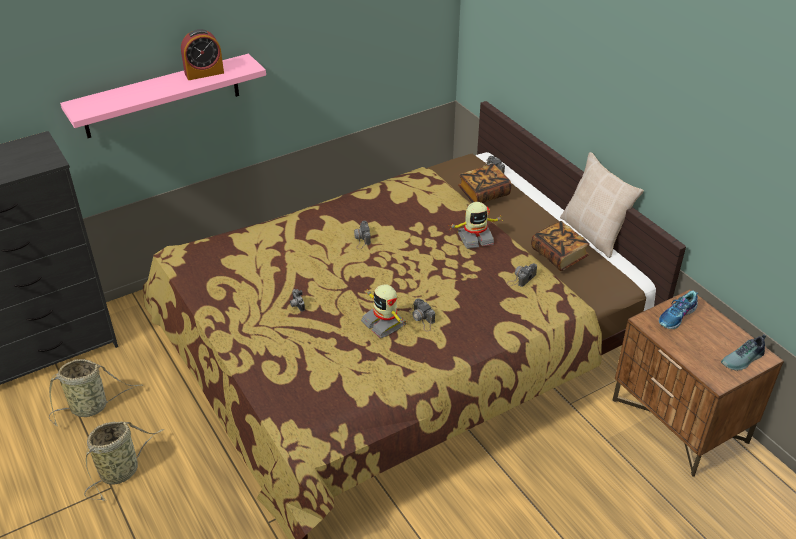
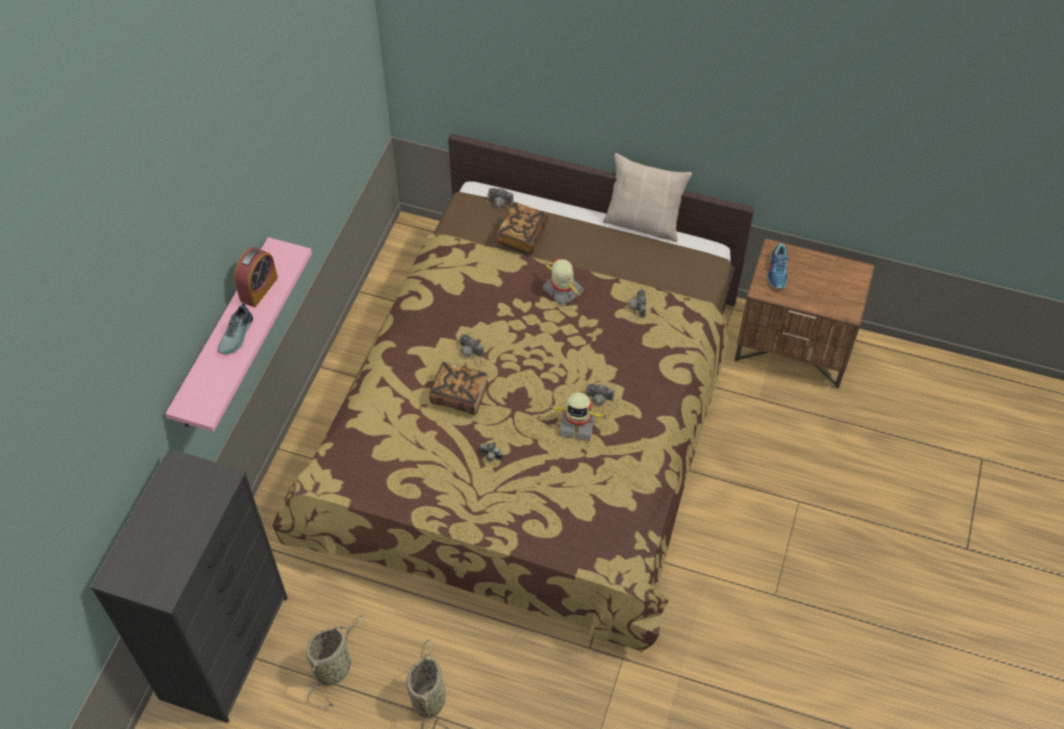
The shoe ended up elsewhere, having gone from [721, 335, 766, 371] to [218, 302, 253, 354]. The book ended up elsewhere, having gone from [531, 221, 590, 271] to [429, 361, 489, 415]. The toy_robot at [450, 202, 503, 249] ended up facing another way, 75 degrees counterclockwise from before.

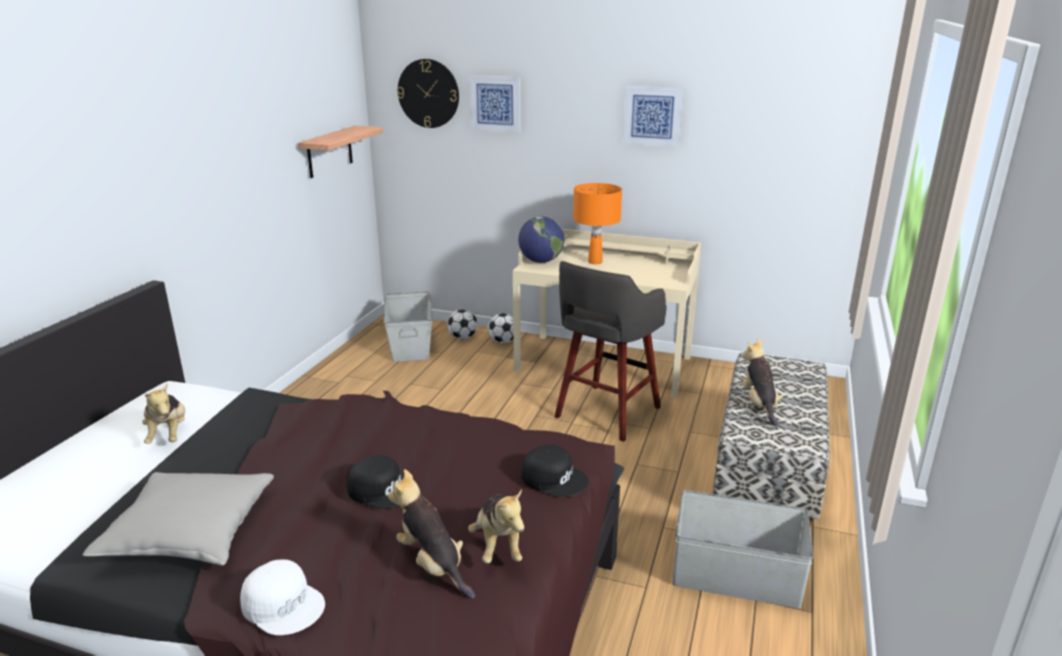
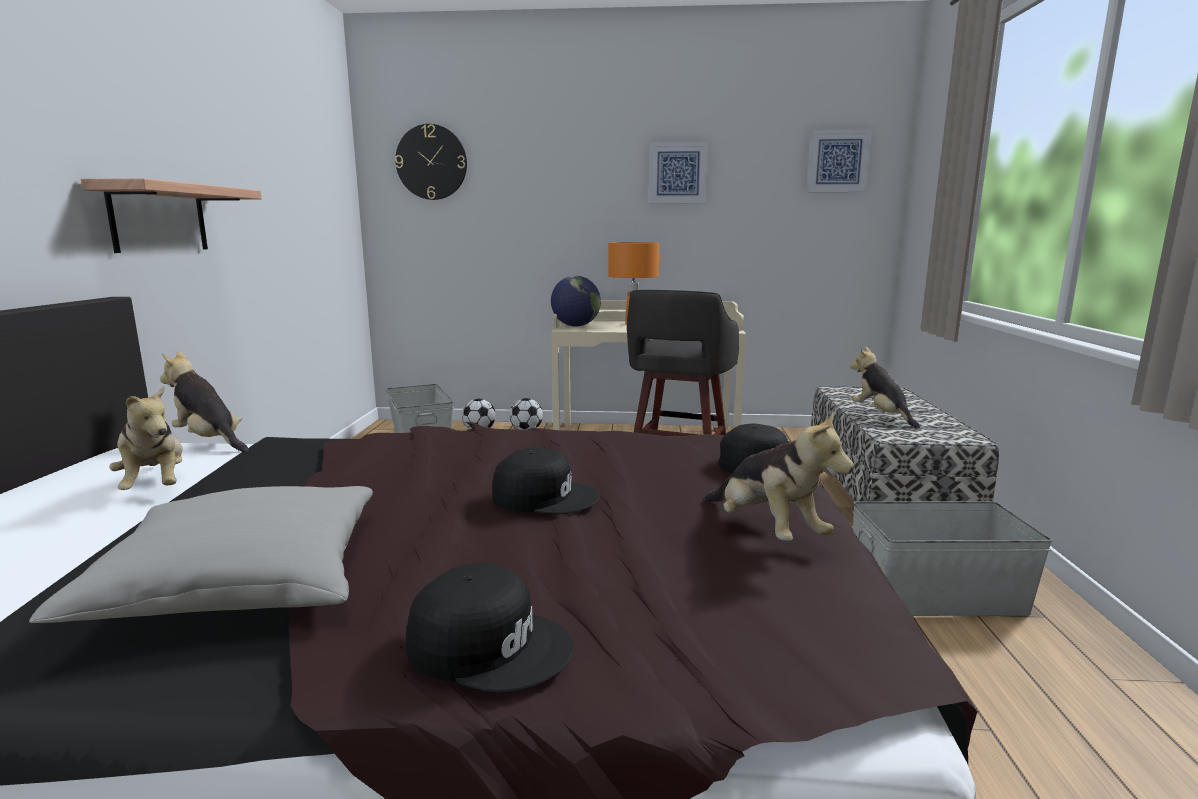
The shelf ended up elsewhere, having gone from [298, 126, 383, 178] to [81, 178, 262, 253]. The plush_toy ended up elsewhere, having gone from [388, 469, 475, 598] to [160, 351, 249, 452]. What was the white_cap at [240, 559, 325, 635] turned into the black_cap at [406, 562, 574, 692]. The picture ended up elsewhere, having gone from [469, 75, 521, 133] to [806, 130, 872, 192].

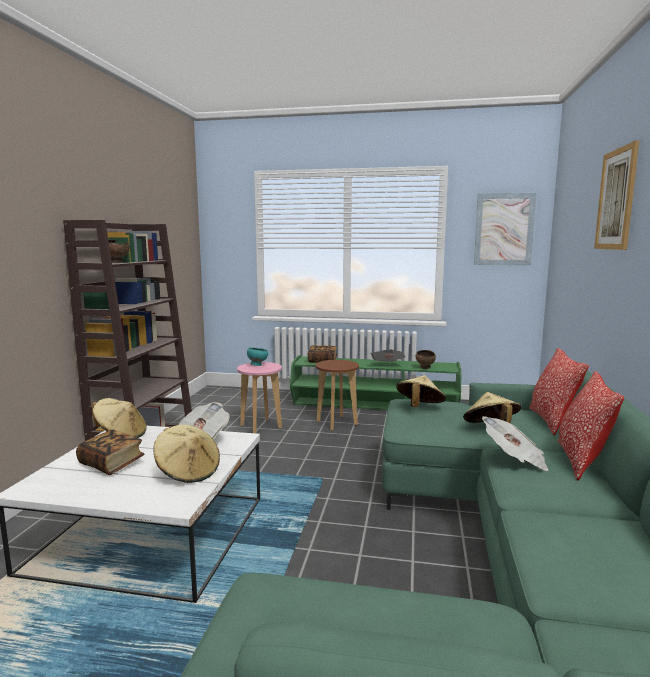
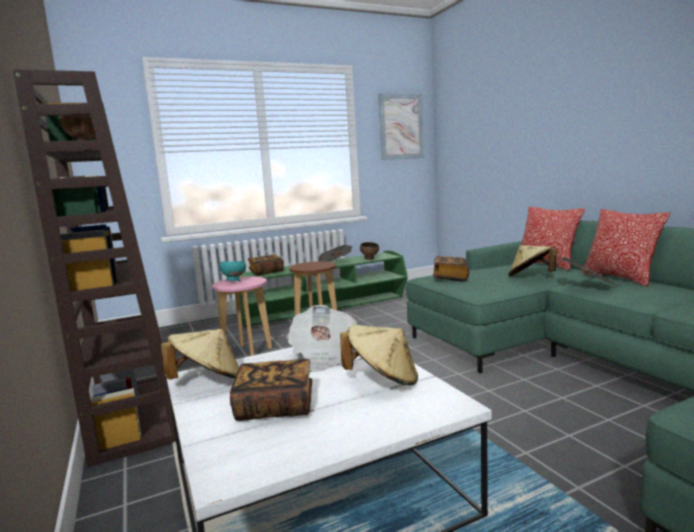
Where the beige_hat stood at [396, 375, 446, 407], the book came to stand at [433, 256, 469, 281]. The second view lost the picture at [594, 140, 639, 250].

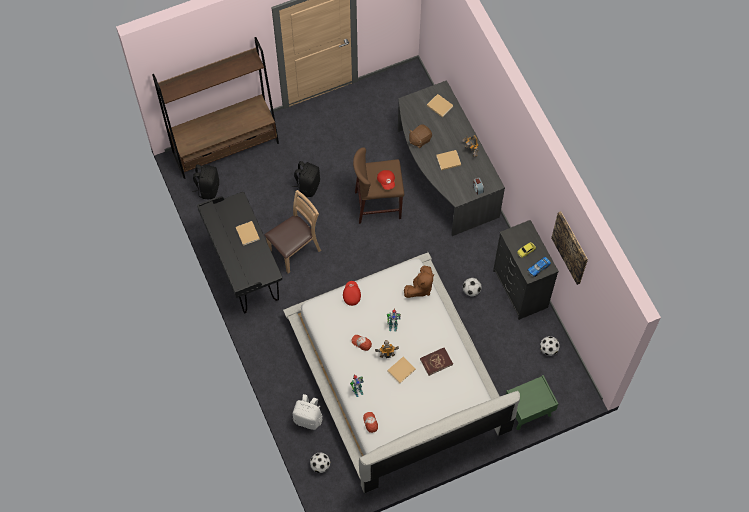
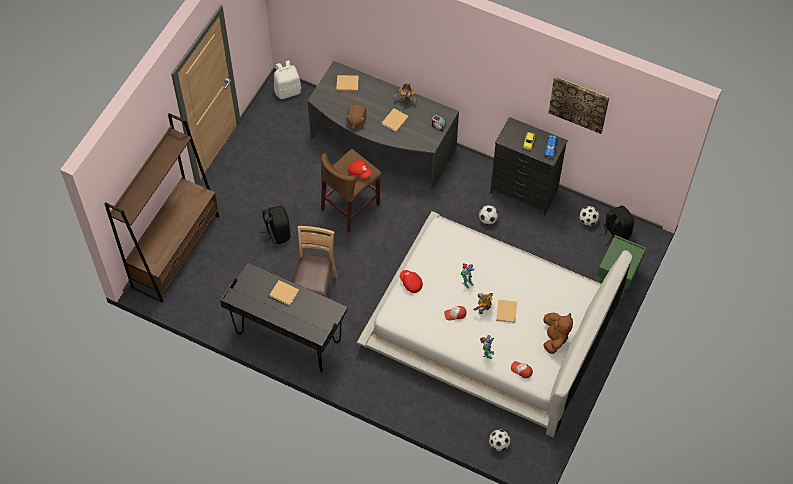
The white_backpack ended up elsewhere, having gone from [293, 394, 322, 430] to [274, 60, 301, 99]. The brown_plush_toy ended up elsewhere, having gone from [404, 266, 434, 298] to [543, 313, 573, 354]. The black_backpack ended up elsewhere, having gone from [192, 164, 219, 199] to [599, 206, 634, 245]. The second view lost the red_book at [420, 348, 453, 376].

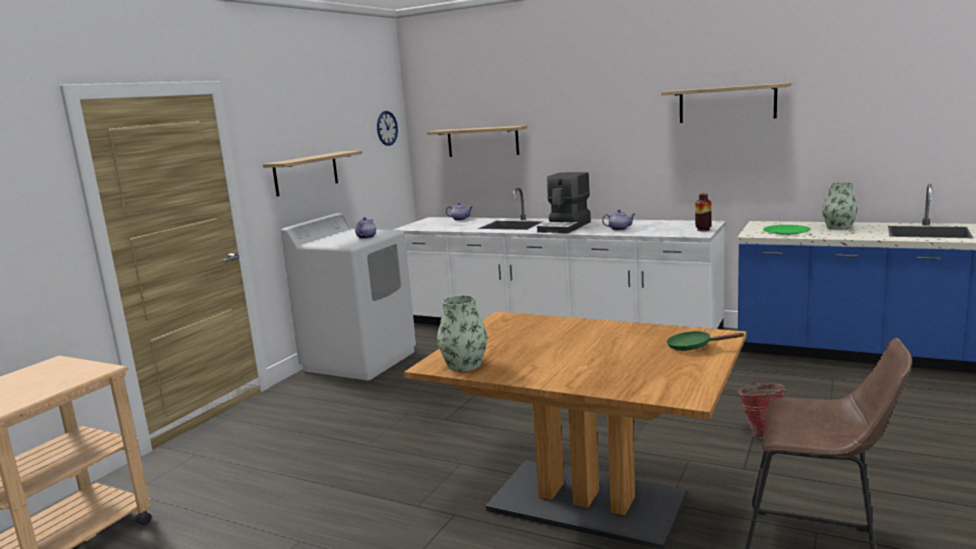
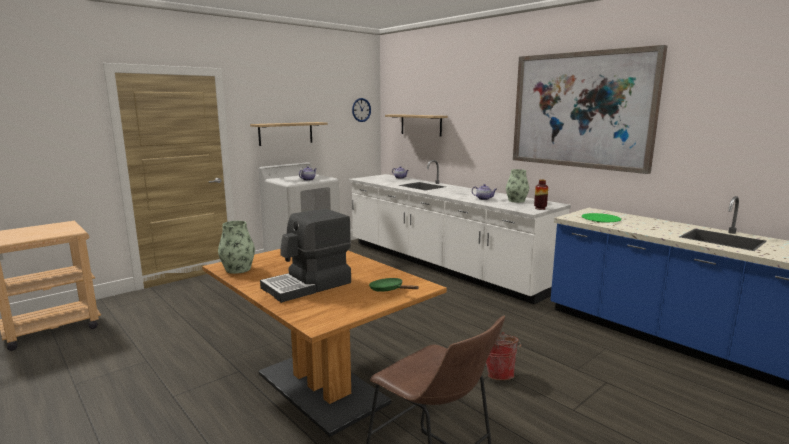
The coffee_machine ended up elsewhere, having gone from [537, 172, 591, 234] to [260, 209, 351, 303]. The vase ended up elsewhere, having gone from [822, 182, 858, 230] to [506, 169, 529, 203]. Where the shelf hung at [661, 83, 791, 123], the picture came to hang at [513, 45, 668, 174].

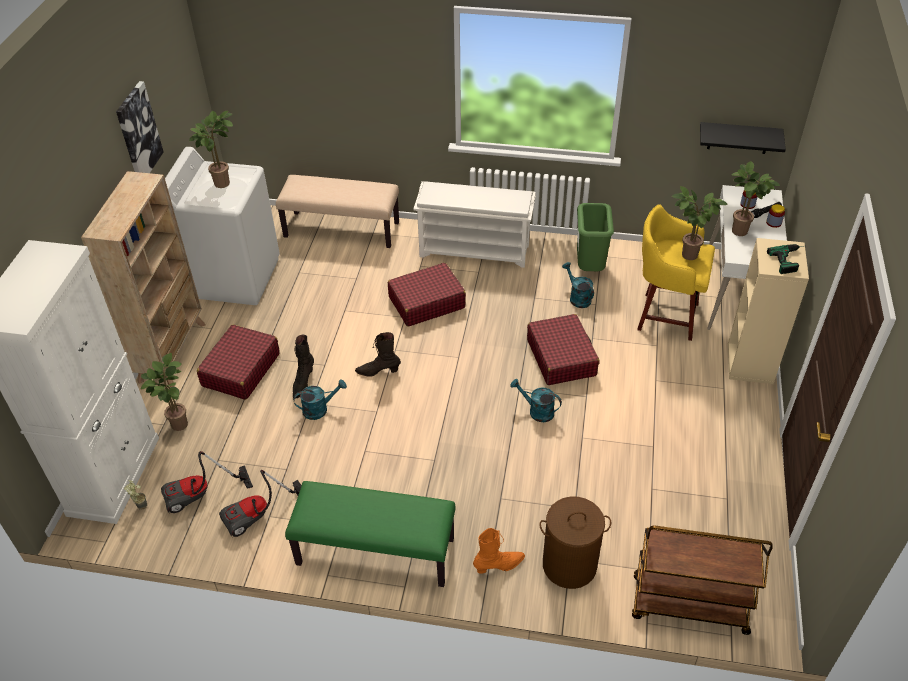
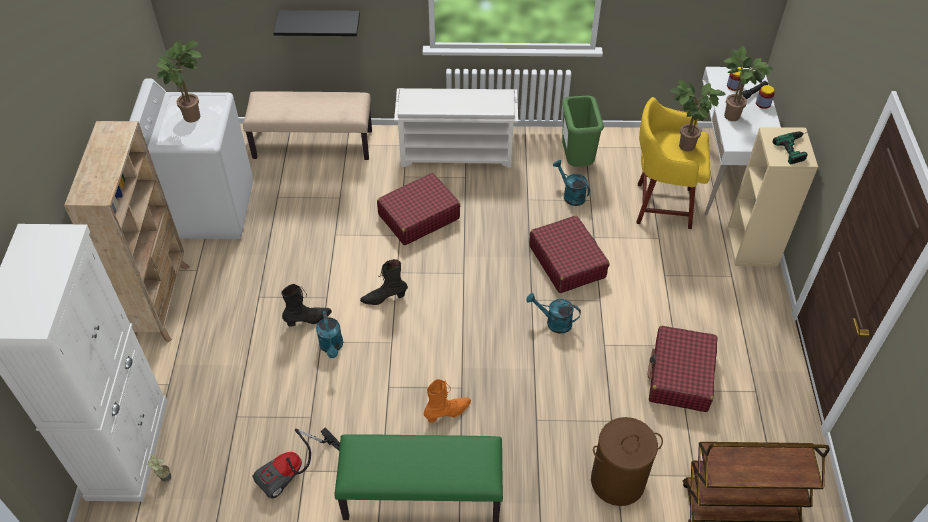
The black_shelf ended up elsewhere, having gone from [700, 122, 786, 154] to [273, 10, 360, 36]. The black_boot at [293, 335, 314, 399] ended up facing another way, 120 degrees counterclockwise from before. The turquoise_watering_can at [293, 380, 347, 420] ended up facing another way, 105 degrees clockwise from before. The orange_boot ended up elsewhere, having gone from [473, 528, 525, 574] to [424, 379, 471, 423]. The red_suitcase ended up elsewhere, having gone from [197, 325, 280, 400] to [648, 326, 718, 412]. The second view lost the picture at [116, 81, 164, 173]. The second view lost the potted_plant at [141, 353, 188, 431]. The second view lost the vacuum_cleaner at [161, 451, 253, 513].

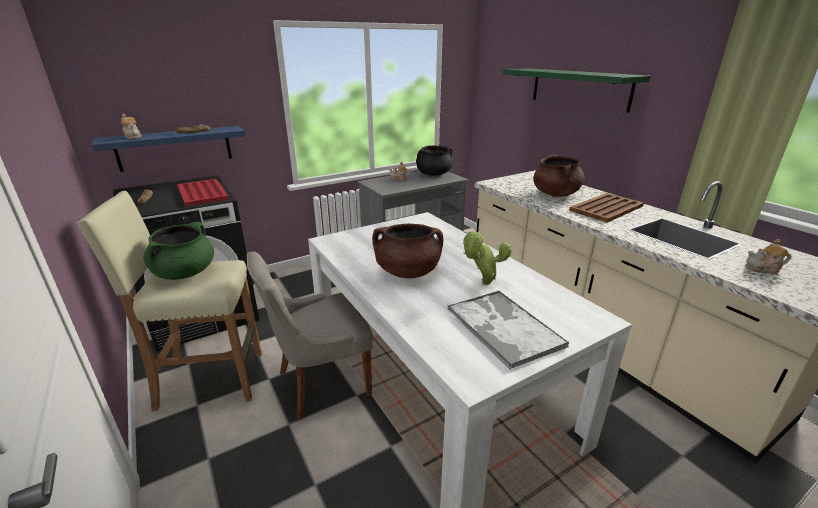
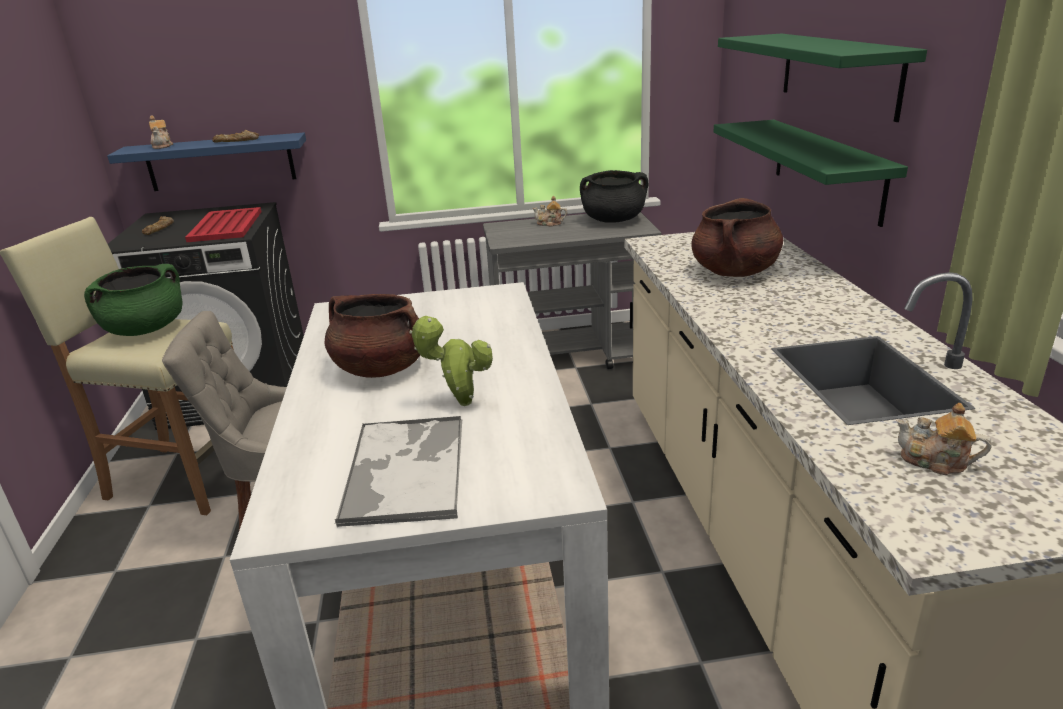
The second view gained the green_shelf at [714, 120, 908, 227]. The second view lost the brown_tray at [569, 193, 644, 223].

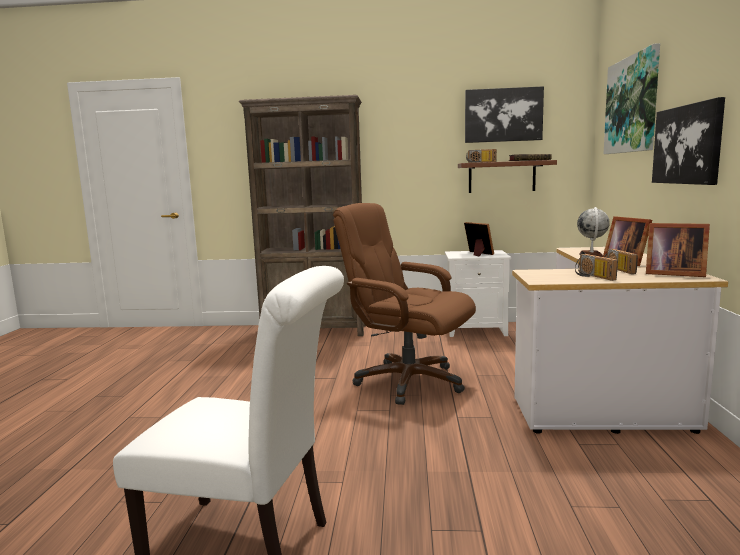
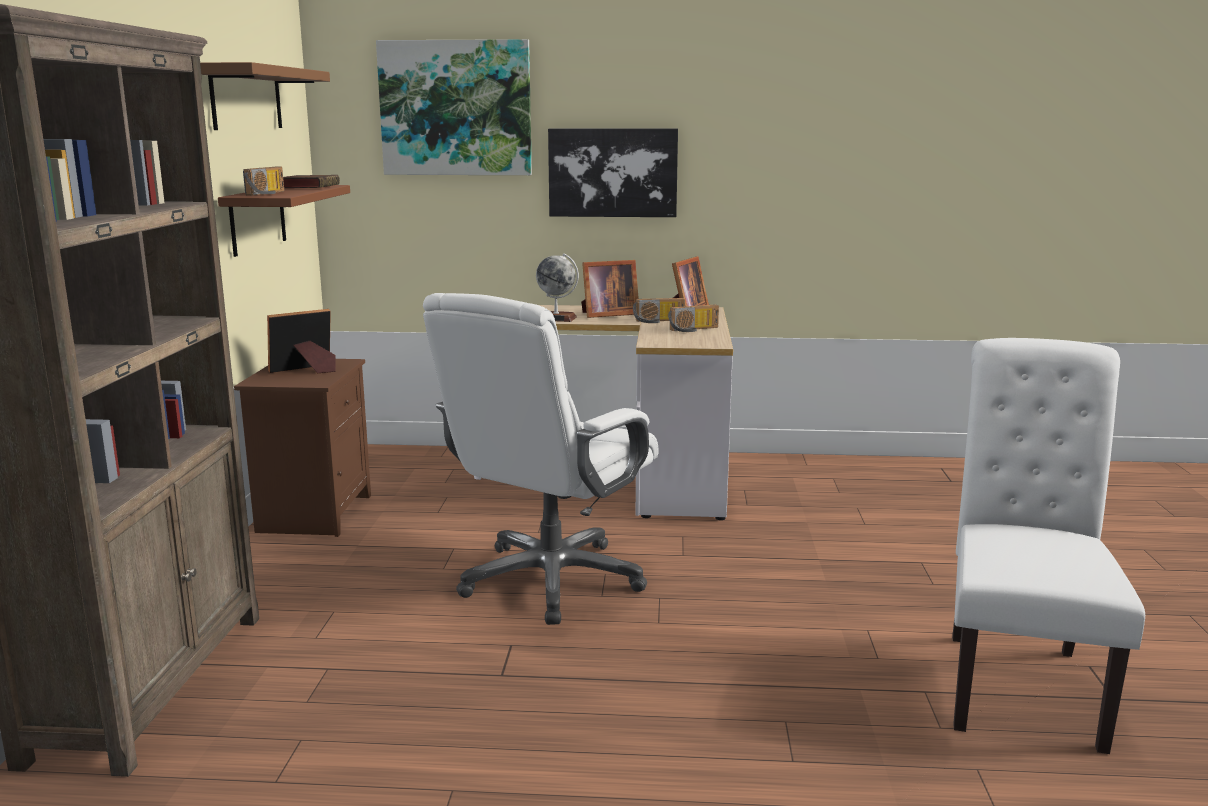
Where the picture hung at [465, 86, 544, 143], the brown_shelf came to hang at [200, 62, 330, 130]. What was the white_nightstand at [445, 250, 511, 337] turned into the brown_nightstand at [234, 359, 371, 537]. What was the brown_office_chair at [333, 203, 476, 405] turned into the white_office_chair at [423, 293, 658, 625].

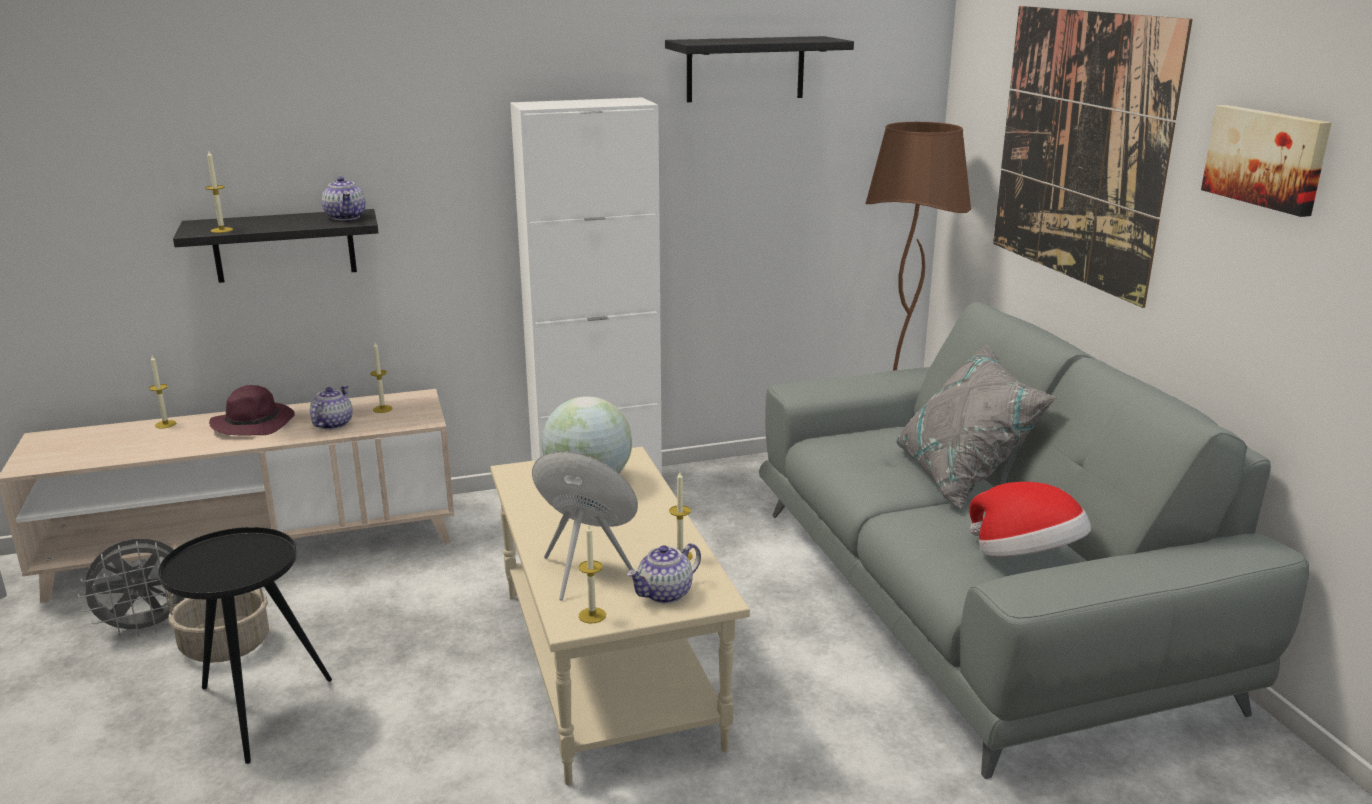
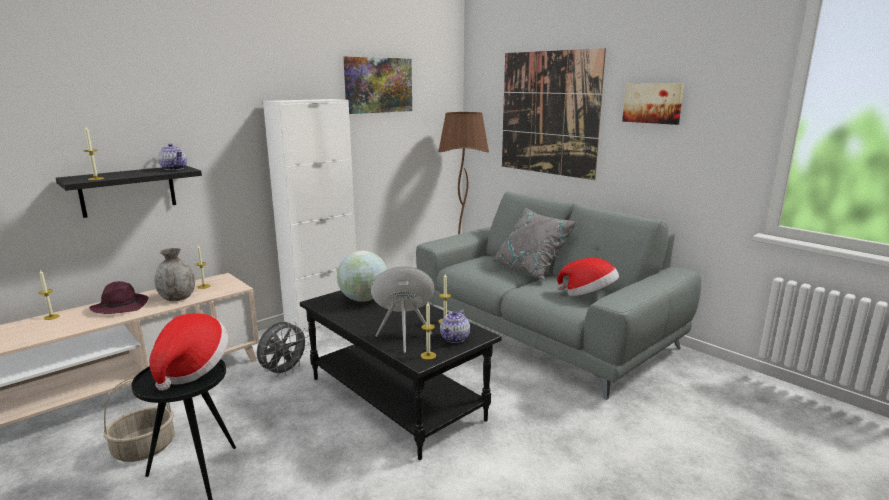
The second view gained the hat at [149, 313, 228, 391]. Where the teapot stood at [310, 385, 353, 430], the grey_vase came to stand at [155, 248, 195, 301]. The grey_fan ended up elsewhere, having gone from [78, 539, 184, 637] to [257, 321, 309, 377]. What was the beige_coffee_table at [490, 447, 750, 786] turned into the black_coffee_table at [300, 290, 502, 460]. Where the black_shelf hung at [665, 36, 854, 102], the picture came to hang at [343, 56, 412, 114].

